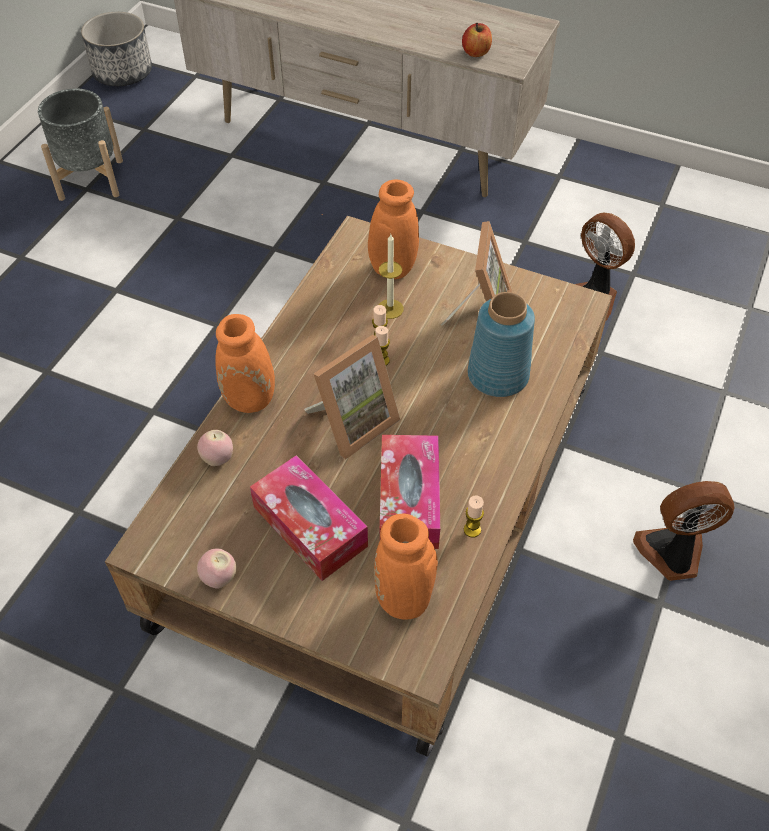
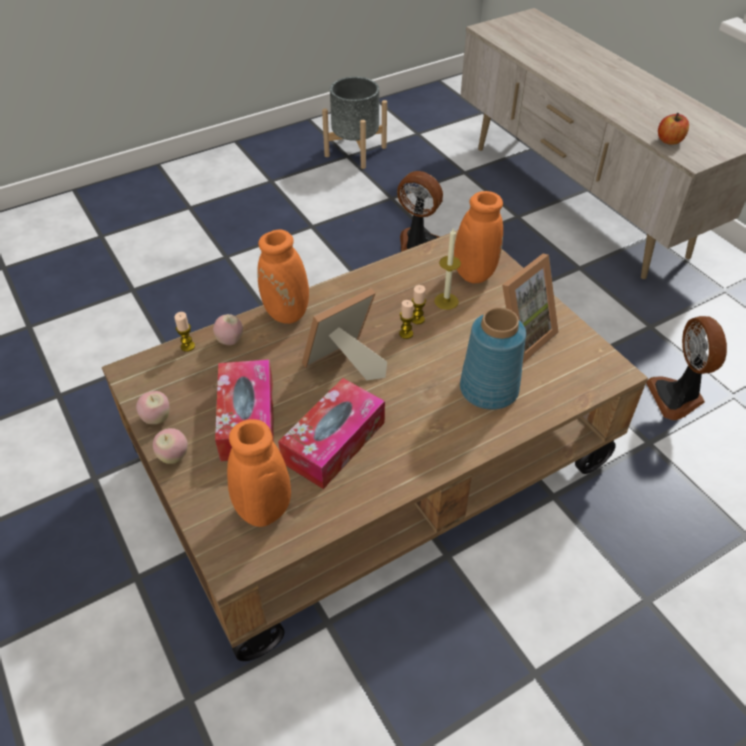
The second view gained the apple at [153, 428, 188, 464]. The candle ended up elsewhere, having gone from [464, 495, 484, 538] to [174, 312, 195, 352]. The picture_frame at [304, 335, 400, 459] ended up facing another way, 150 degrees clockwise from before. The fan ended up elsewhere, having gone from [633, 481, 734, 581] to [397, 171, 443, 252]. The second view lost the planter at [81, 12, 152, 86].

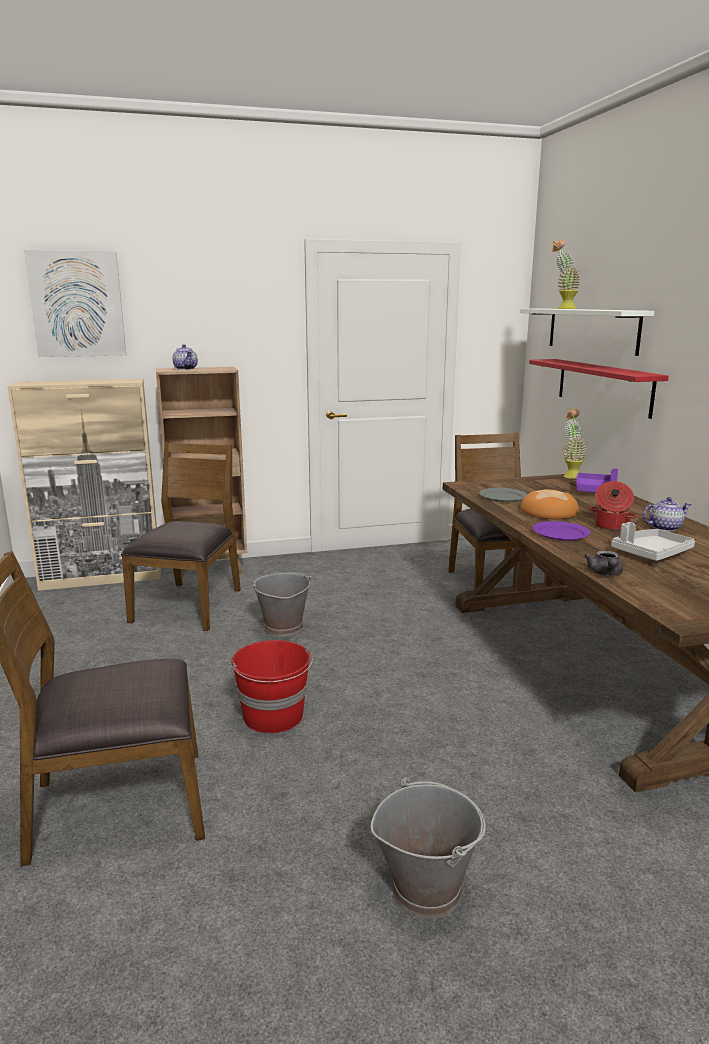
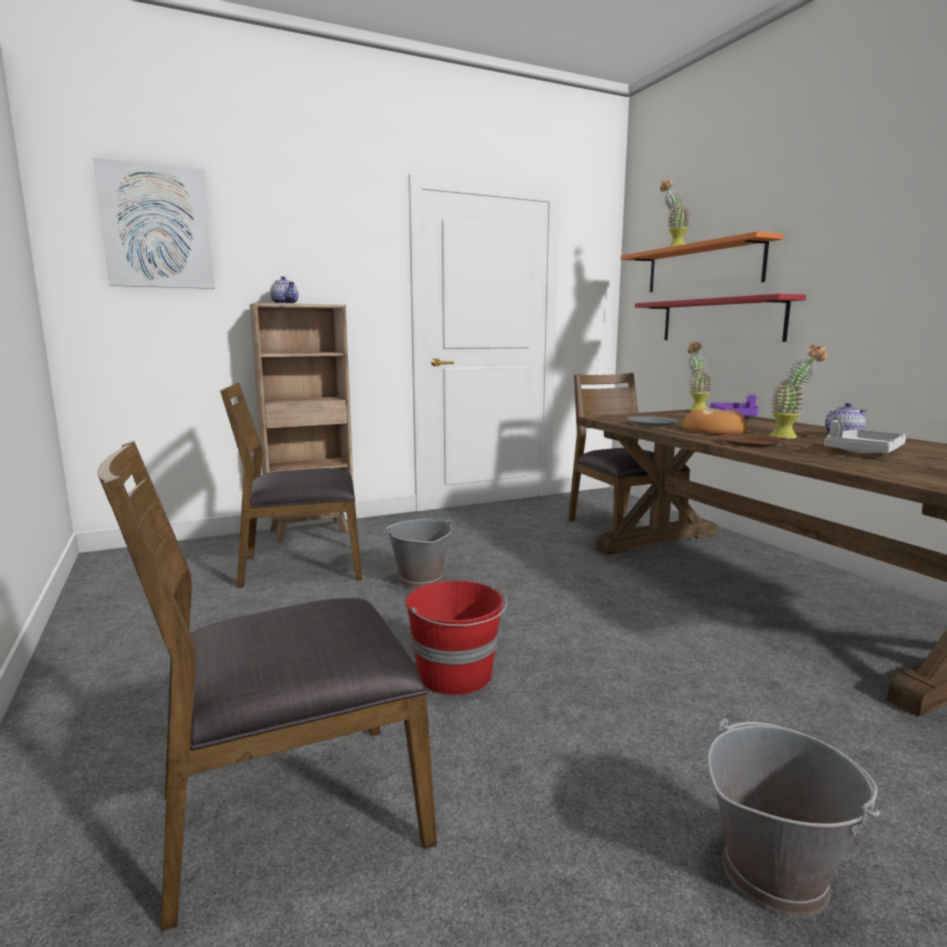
The brown_chair at [121, 442, 241, 631] ended up facing another way, 105 degrees counterclockwise from before. What was the white_shelf at [520, 309, 655, 356] turned into the orange_shelf at [621, 231, 784, 292]. What was the purple_plate at [533, 521, 591, 541] turned into the brown_plate at [718, 434, 785, 447]. Where the cooking_pot stood at [590, 481, 637, 531], the potted_plant came to stand at [770, 345, 827, 439]. The second view lost the beige_cabinet at [7, 379, 160, 591]. The second view lost the grey_teapot at [584, 550, 623, 576].

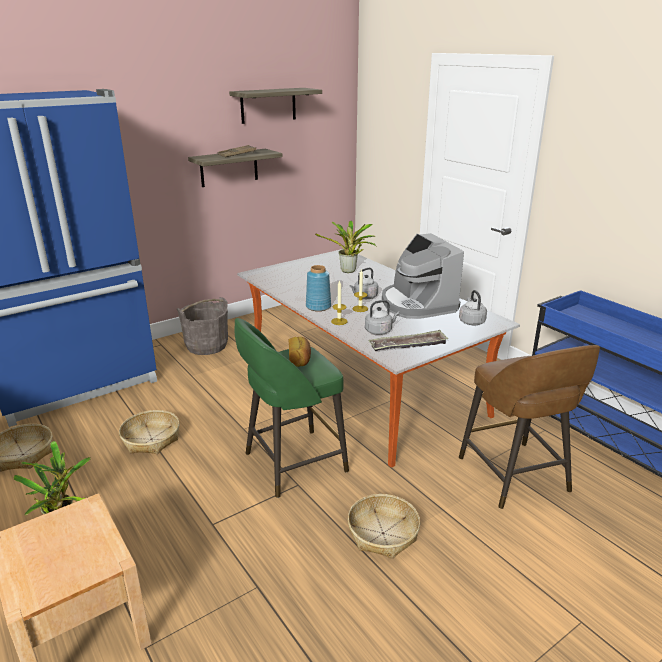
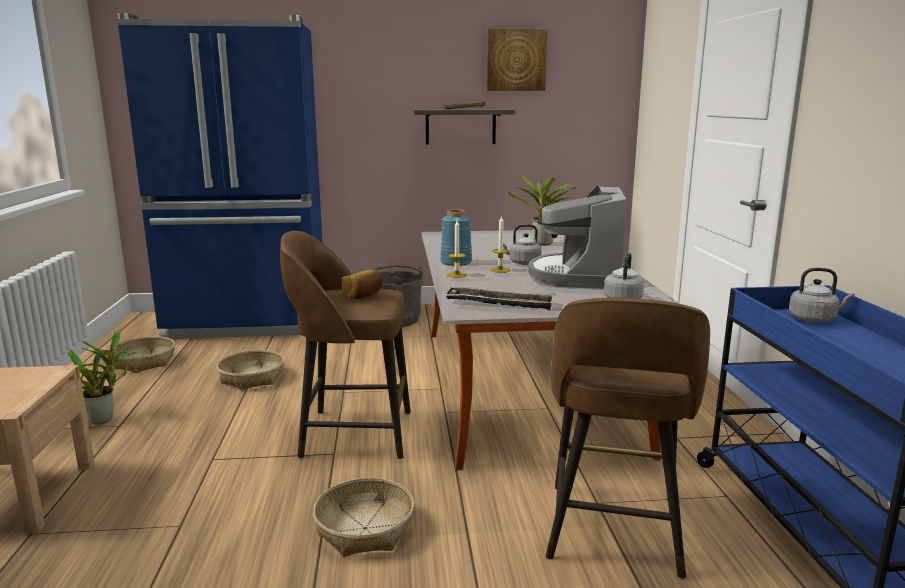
What was the green_stool at [235, 318, 349, 498] turned into the brown_stool at [280, 231, 411, 459]. Where the shelf hung at [229, 88, 322, 124], the picture came to hang at [487, 28, 547, 91]. The grey_kettle ended up elsewhere, having gone from [365, 300, 400, 335] to [789, 268, 855, 323].

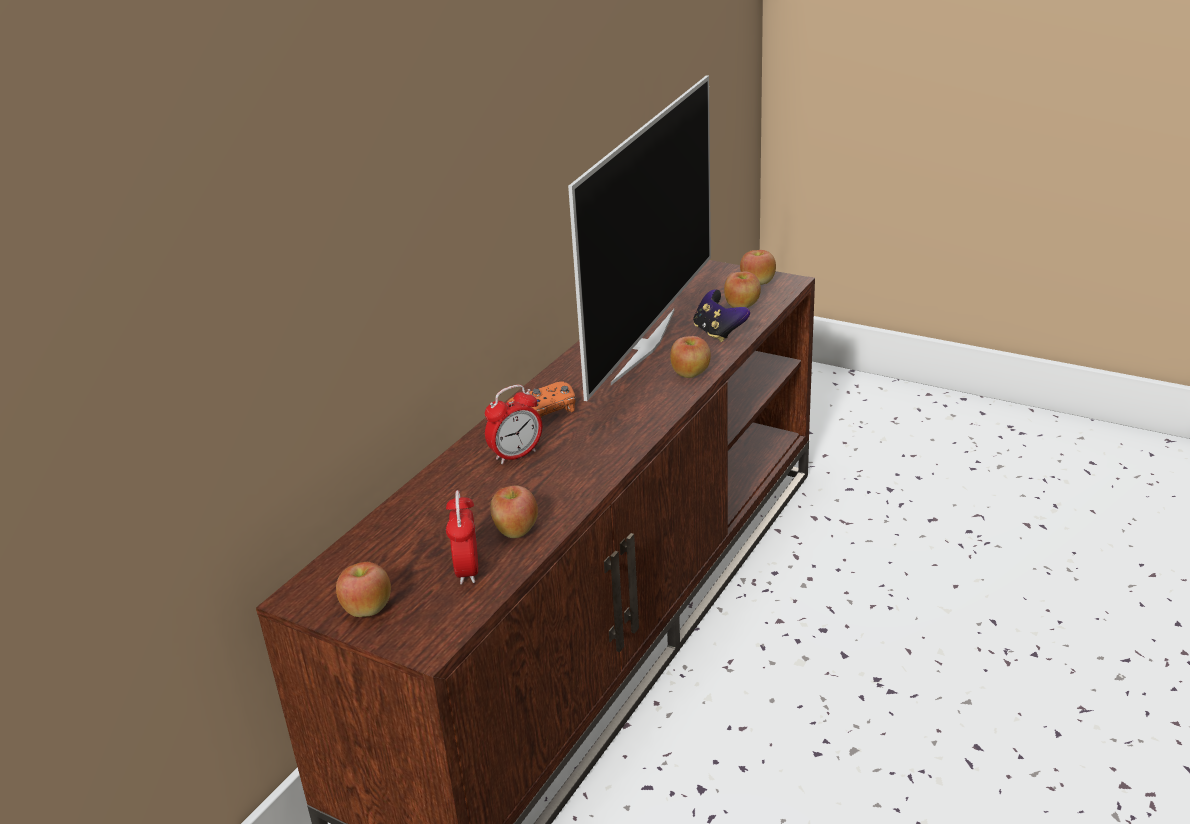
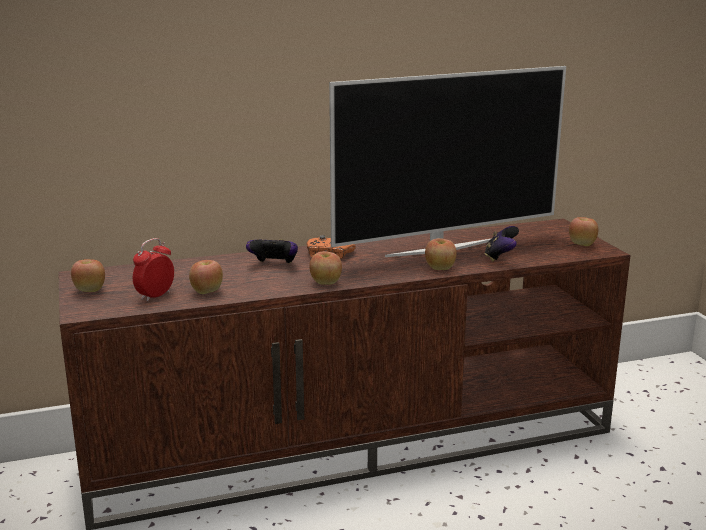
Where the alarm_clock stood at [485, 385, 542, 464], the game_controller came to stand at [246, 239, 298, 264]. The apple ended up elsewhere, having gone from [724, 272, 761, 308] to [309, 251, 342, 285].

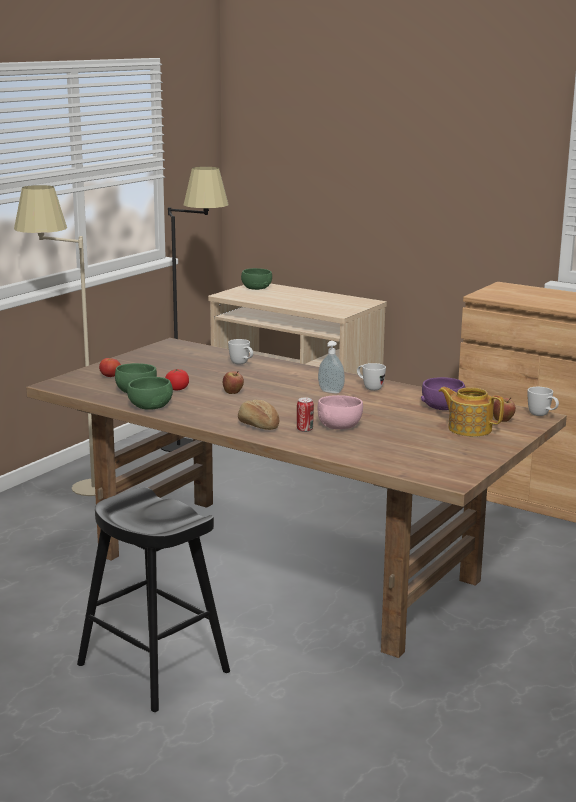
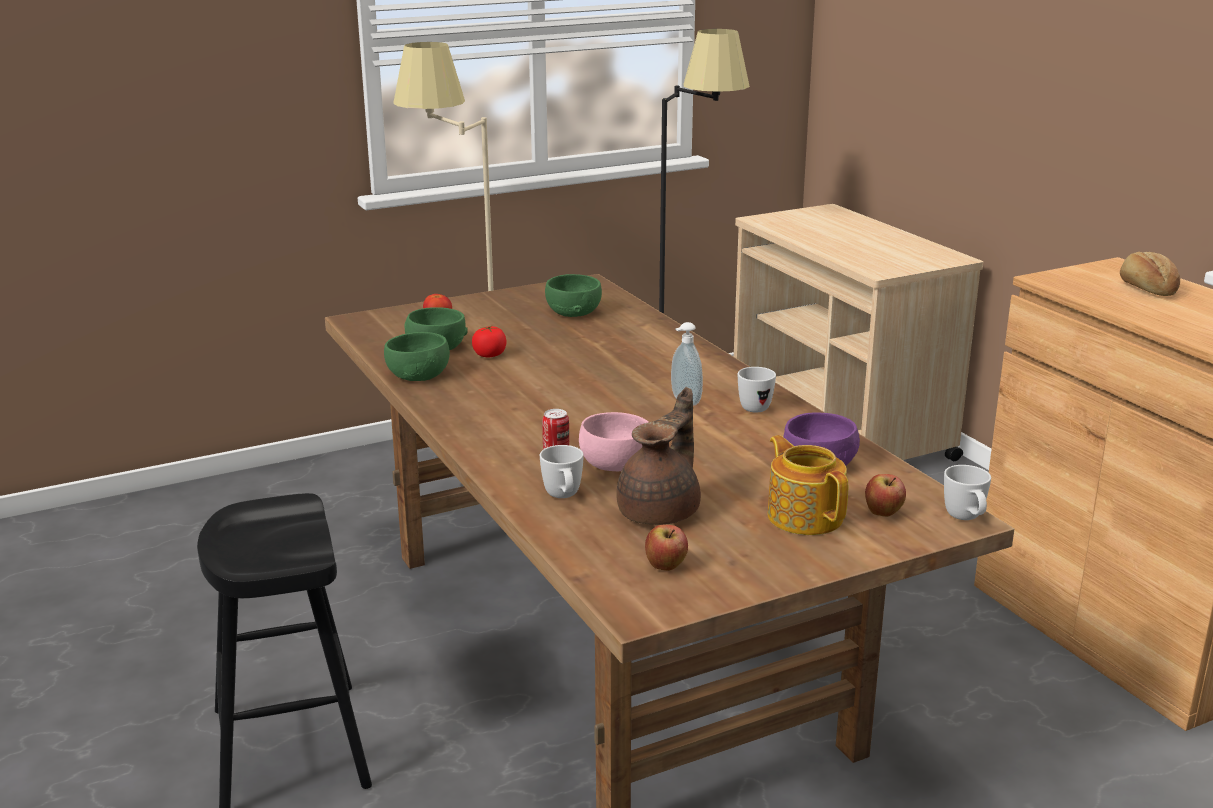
The white_mug ended up elsewhere, having gone from [228, 339, 253, 364] to [540, 445, 584, 498]. The green_bowl ended up elsewhere, having gone from [241, 268, 272, 290] to [545, 274, 602, 317]. The second view gained the brown_teapot at [616, 387, 701, 525]. The apple ended up elsewhere, having gone from [223, 371, 244, 394] to [645, 525, 688, 571]. The bread ended up elsewhere, having gone from [238, 400, 279, 430] to [1120, 252, 1180, 296].

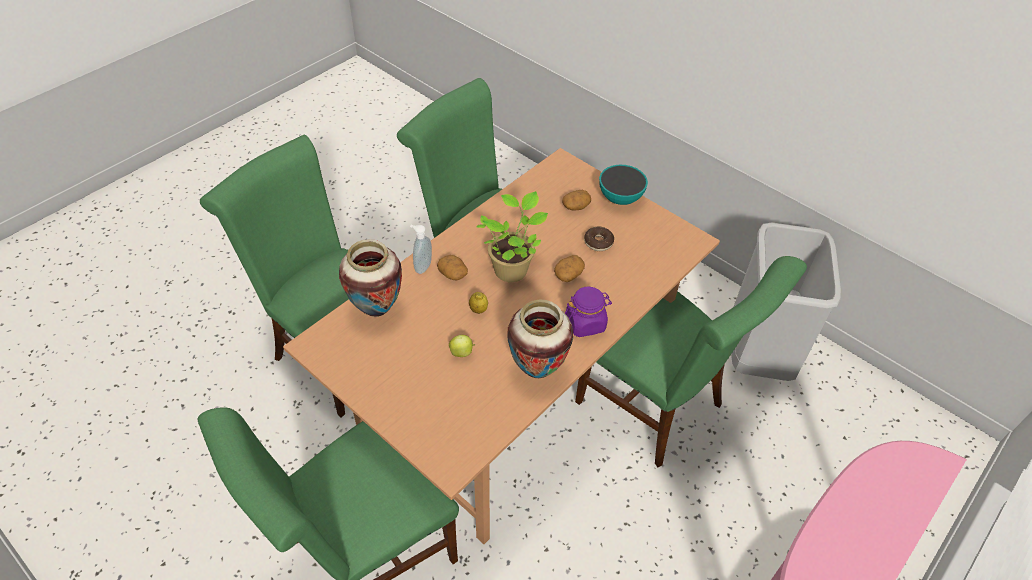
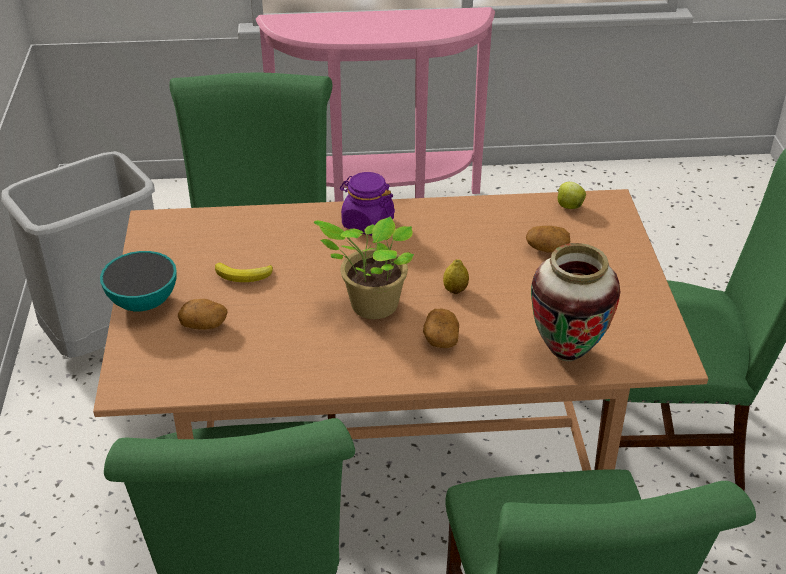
Where the donut stood at [584, 227, 614, 251], the banana came to stand at [215, 263, 273, 282]. The potato ended up elsewhere, having gone from [554, 255, 585, 282] to [526, 226, 570, 253]. The apple ended up elsewhere, having gone from [449, 335, 475, 357] to [557, 182, 586, 209]. The second view lost the soap_dispenser at [410, 225, 432, 274]. The second view lost the vase at [507, 300, 573, 378].

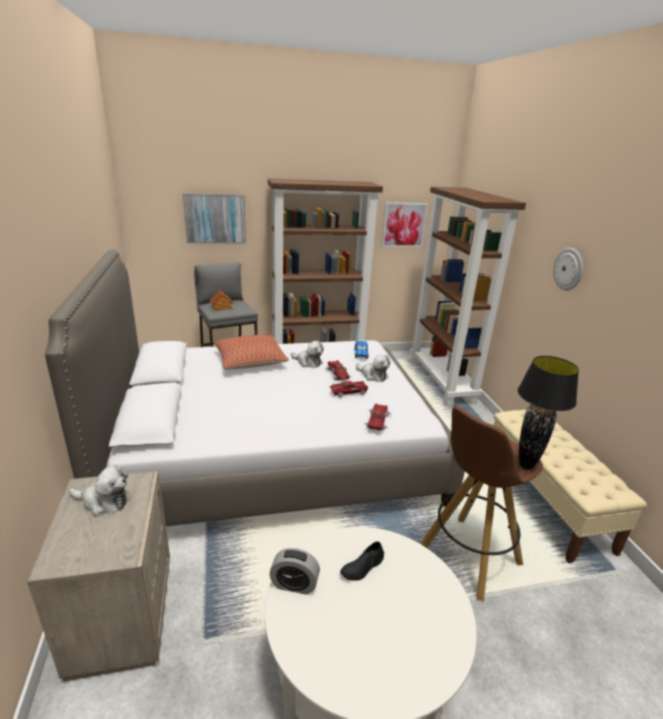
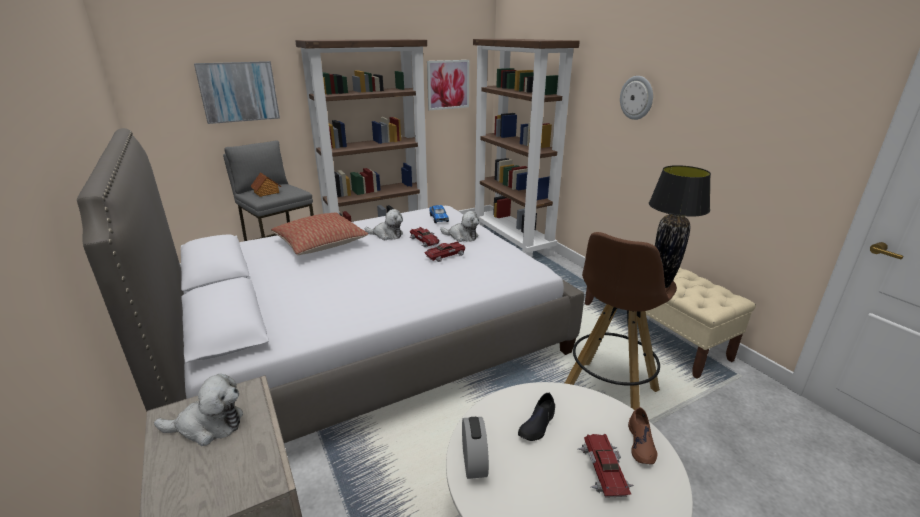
The alarm_clock at [270, 548, 320, 595] ended up facing another way, 90 degrees counterclockwise from before. The toy_car ended up elsewhere, having gone from [364, 403, 391, 431] to [578, 434, 634, 498]. The second view gained the brown_shoe at [628, 407, 657, 464].

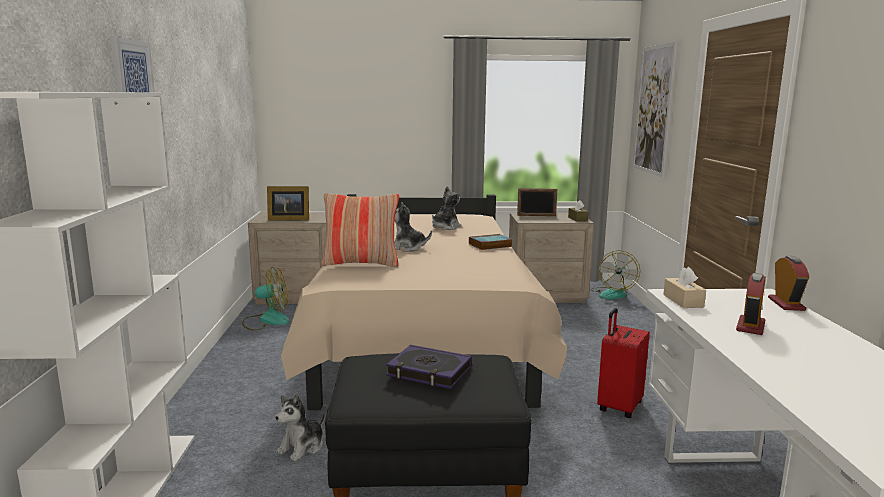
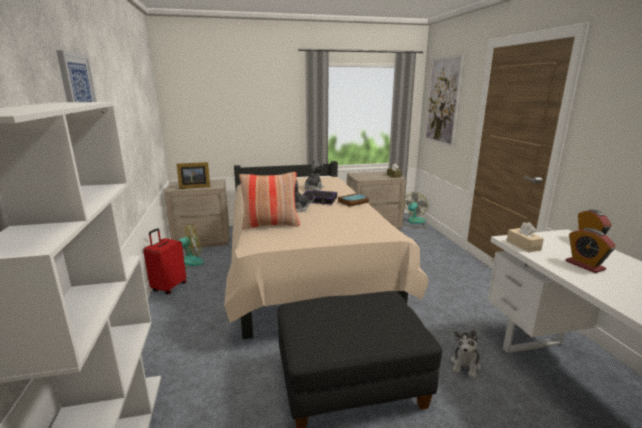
The red_suitcase ended up elsewhere, having gone from [597, 308, 650, 418] to [143, 228, 186, 294]. The book ended up elsewhere, having gone from [386, 345, 472, 389] to [302, 190, 337, 205]. The fan at [591, 250, 640, 299] ended up facing another way, 150 degrees counterclockwise from before. The plush_toy ended up elsewhere, having gone from [275, 394, 325, 461] to [450, 330, 481, 379]. The alarm_clock at [736, 273, 766, 335] ended up facing another way, 45 degrees counterclockwise from before. The second view lost the picture_frame at [517, 188, 557, 216].

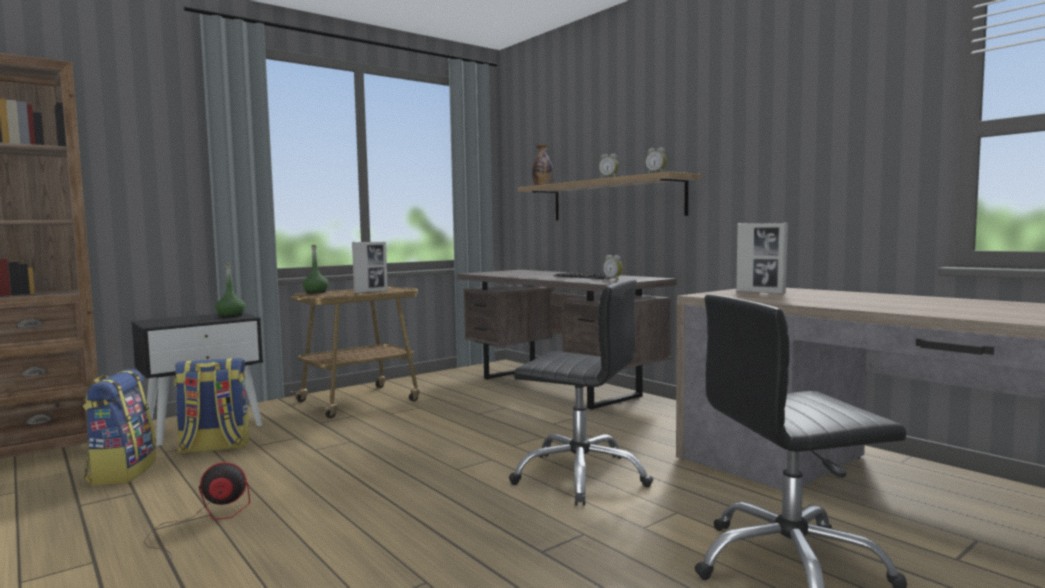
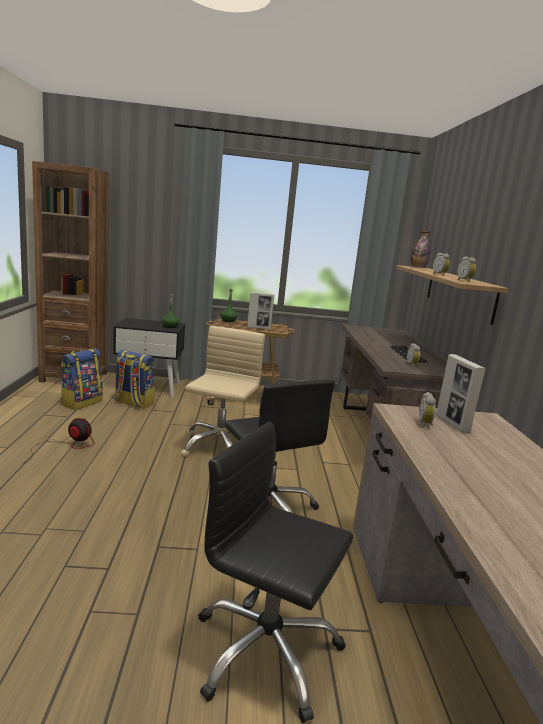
The second view gained the beige_office_chair at [181, 326, 265, 457]. The second view gained the alarm_clock at [418, 392, 436, 428].

